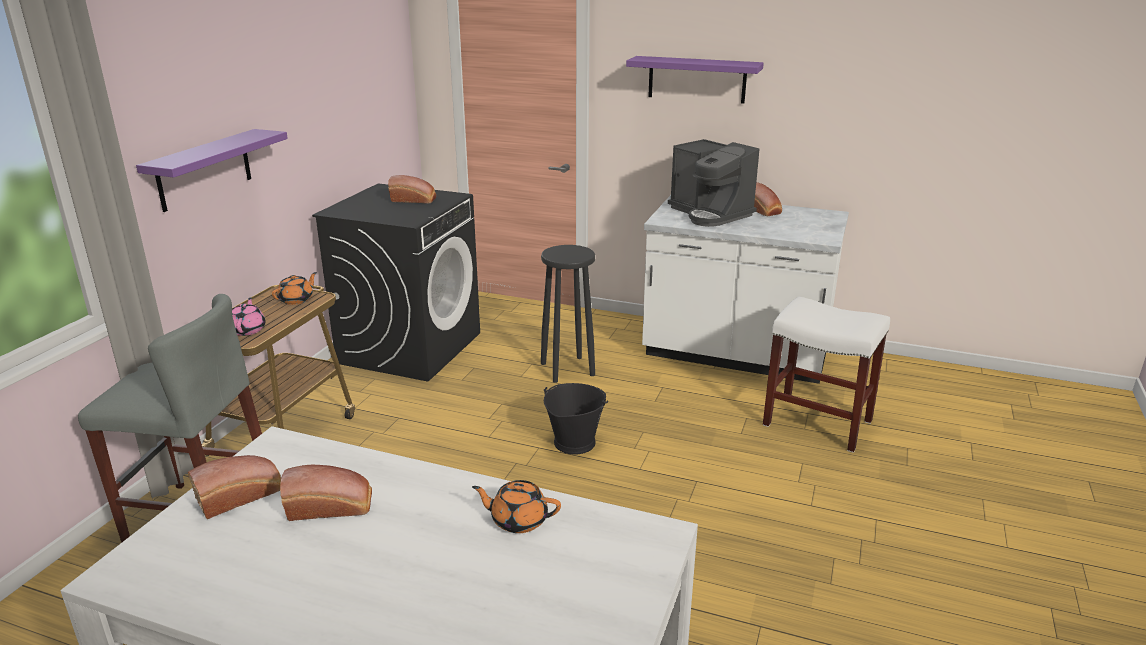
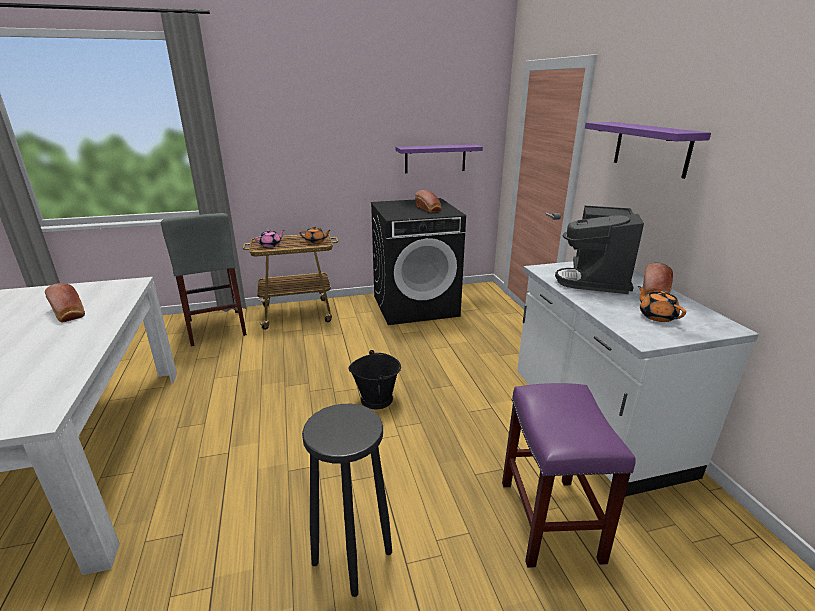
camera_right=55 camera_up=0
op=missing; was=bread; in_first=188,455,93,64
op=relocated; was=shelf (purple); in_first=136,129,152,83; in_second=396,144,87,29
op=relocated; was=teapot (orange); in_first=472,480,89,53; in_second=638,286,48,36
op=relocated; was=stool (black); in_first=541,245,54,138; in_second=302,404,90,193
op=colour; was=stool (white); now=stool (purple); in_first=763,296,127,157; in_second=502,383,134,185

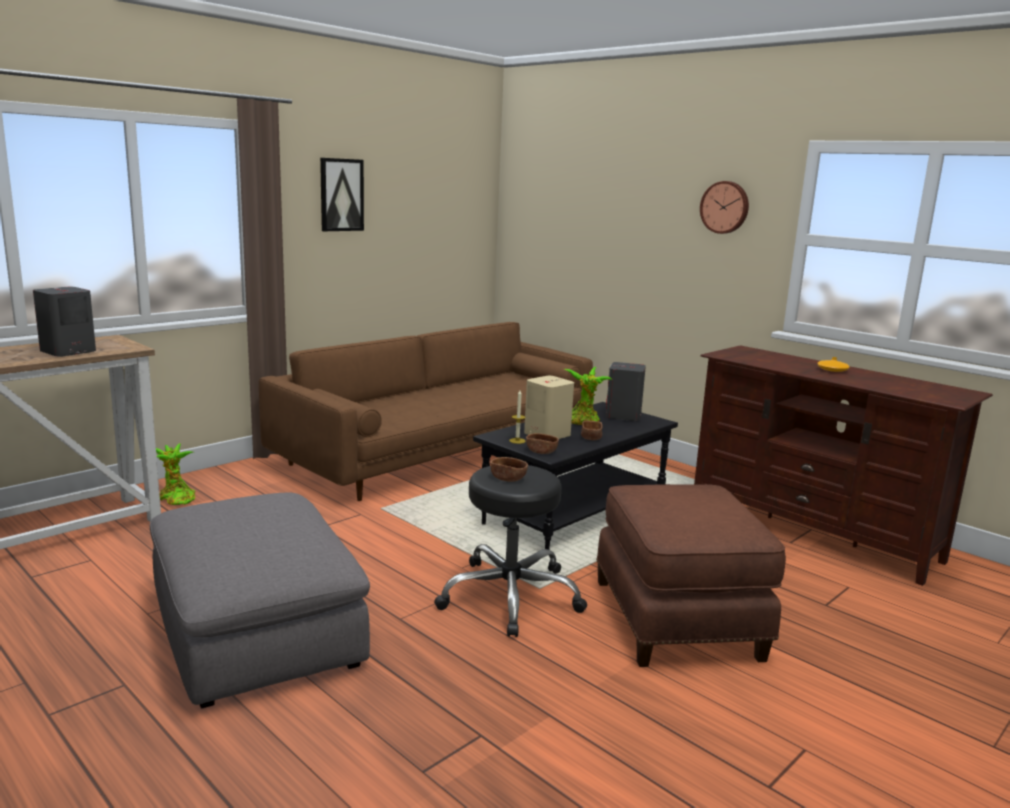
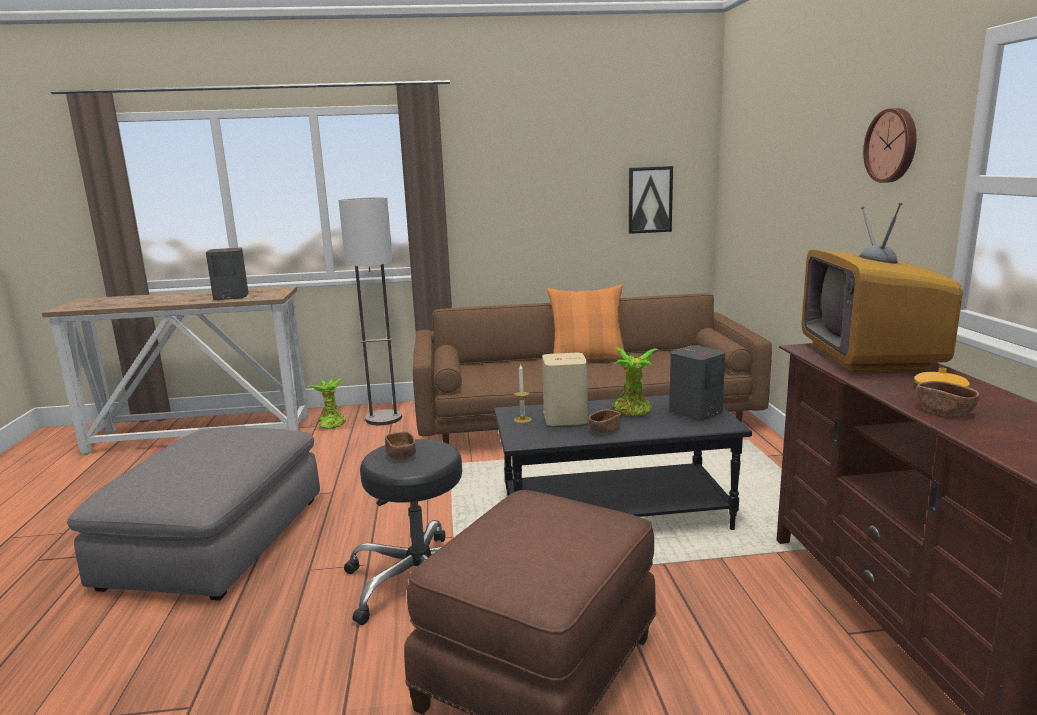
camera_right=40 camera_up=0
op=appeared; now=floor lamp; in_second=338,197,64,228
op=appeared; now=pillow (orange); in_second=547,285,77,75
op=appeared; now=television; in_second=802,202,160,170
op=relocated; was=picture; in_first=320,158,44,73; in_second=628,166,45,68
op=relocated; was=bowl (brown); in_first=526,433,33,21; in_second=917,381,62,35

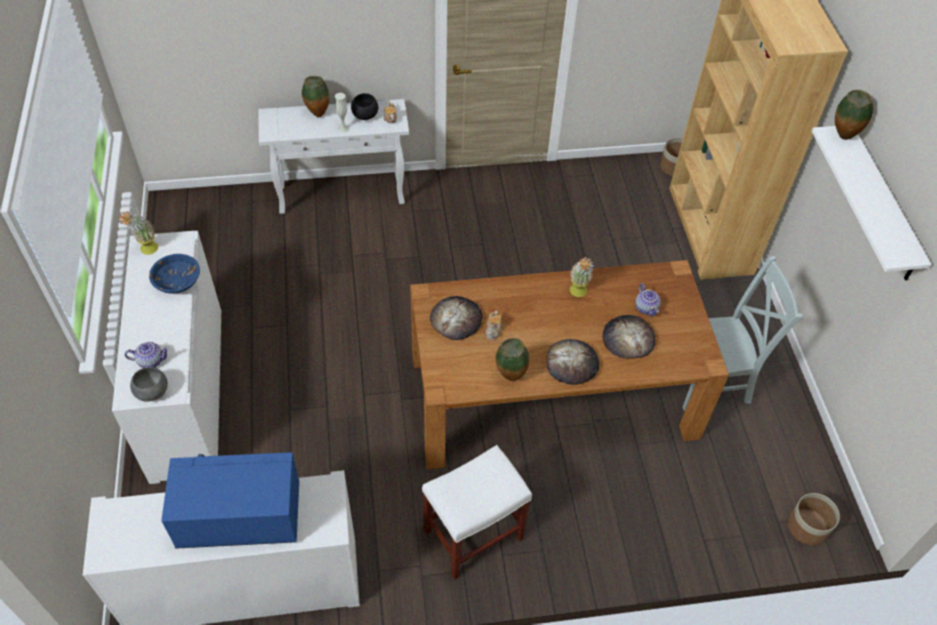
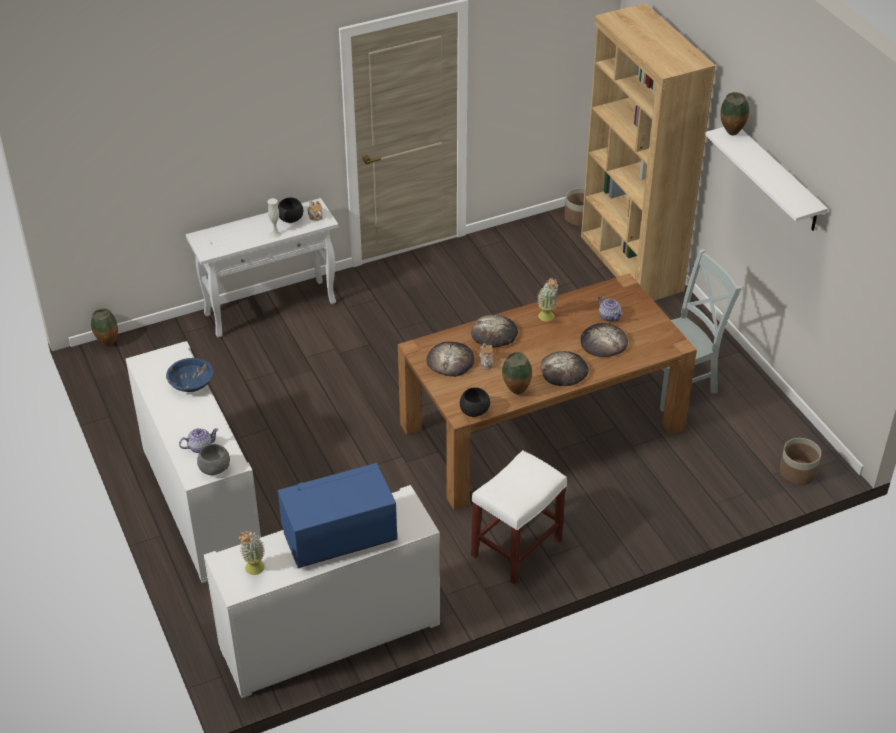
camera_right=-15 camera_up=-10
op=appeared; now=bowl (black); in_second=460,387,30,30
op=appeared; now=bread; in_second=471,314,47,33
op=relocated; was=potted plant; in_first=118,211,40,44; in_second=238,530,27,45
op=relocated; was=vase; in_first=302,76,27,41; in_second=91,308,27,39

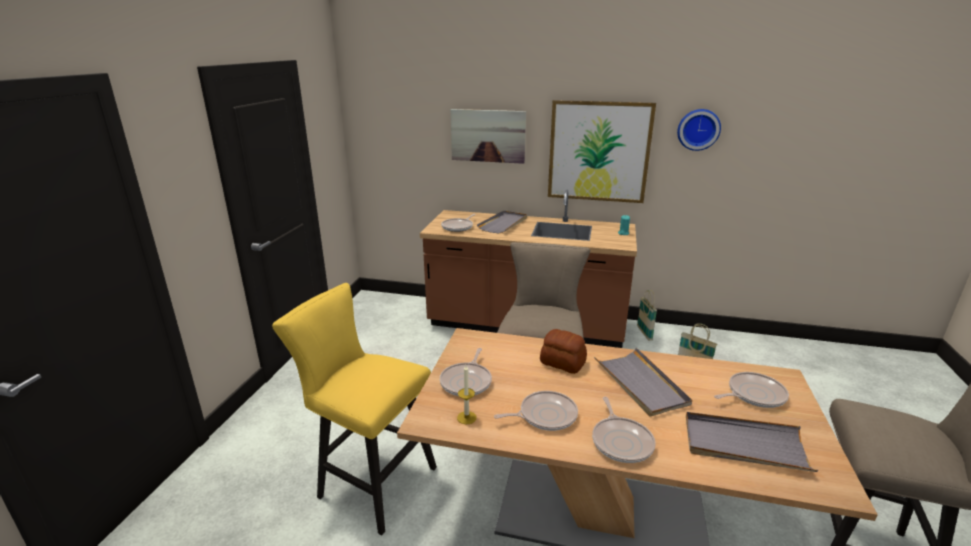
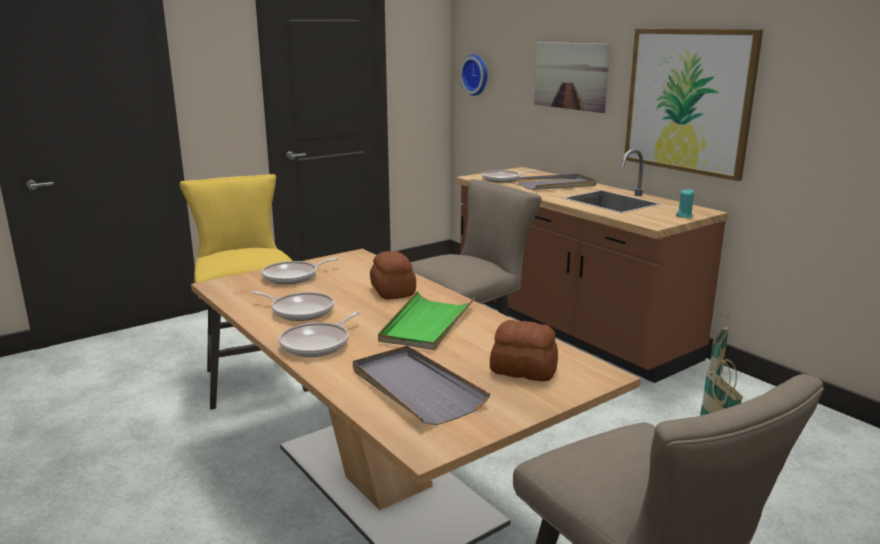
camera_right=40 camera_up=-5
op=missing; was=candle; in_first=457,365,20,59
op=relocated; was=wall clock; in_first=677,109,44,42; in_second=460,54,27,42
op=exchanged; was=frying pan; now=bread; in_first=714,372,75,36; in_second=490,320,68,62
op=colour; was=tray (grey); now=tray (green); in_first=594,348,98,69; in_second=378,291,96,59

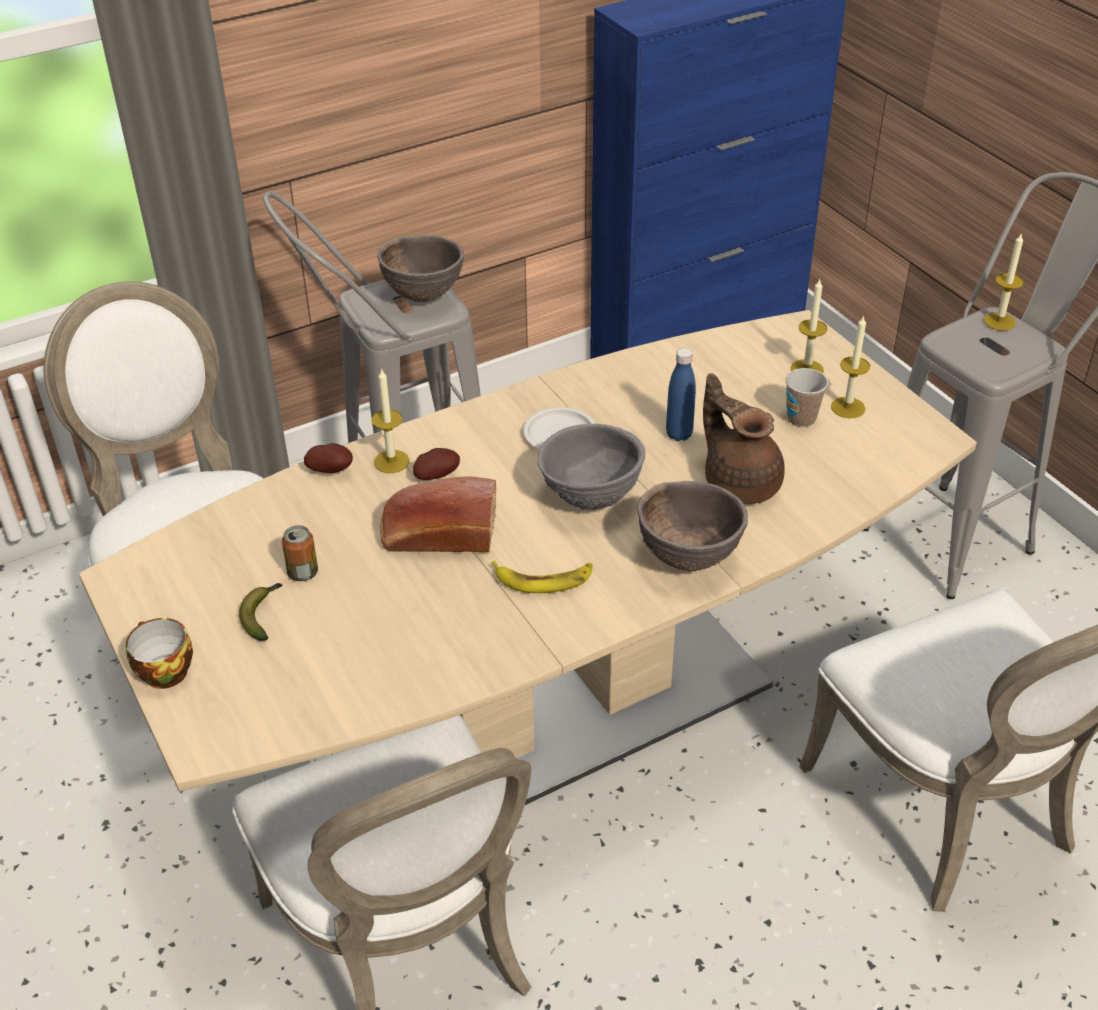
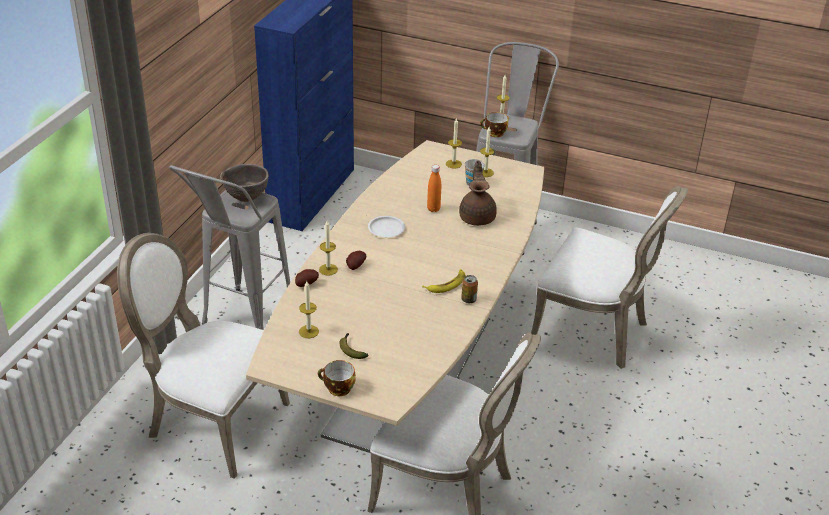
camera_right=-40 camera_up=-5
op=missing; was=bread; in_first=380,476,116,76
op=missing; was=bowl (grey); in_first=538,424,107,86
op=missing; was=bowl (brown); in_first=638,481,110,90
op=appeared; now=candle; in_second=299,281,20,57
op=appeared; now=cup; in_second=480,112,28,25
op=relocated; was=can; in_first=282,525,36,56; in_second=461,275,17,28
op=colour; was=bottle (blue); now=bottle (orange); in_first=666,348,30,93; in_second=427,165,14,47
op=spun; was=teapot (brown); in_first=703,373,82,131; in_second=459,160,38,66; clockwise=75

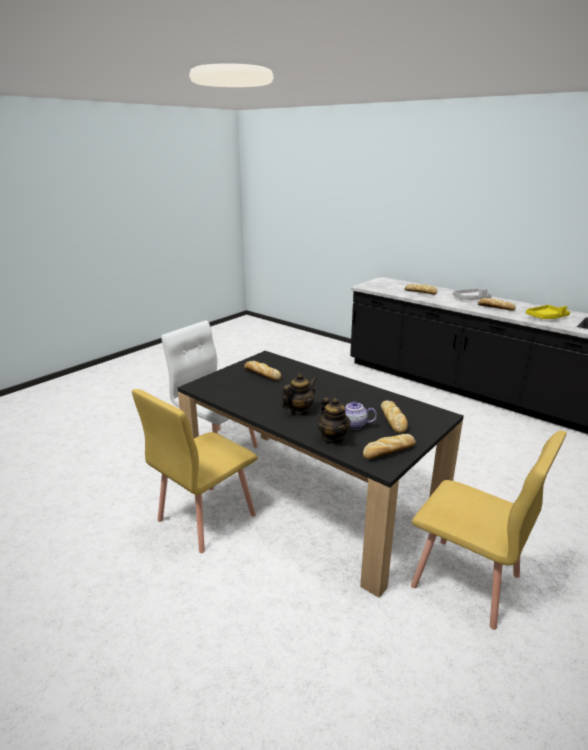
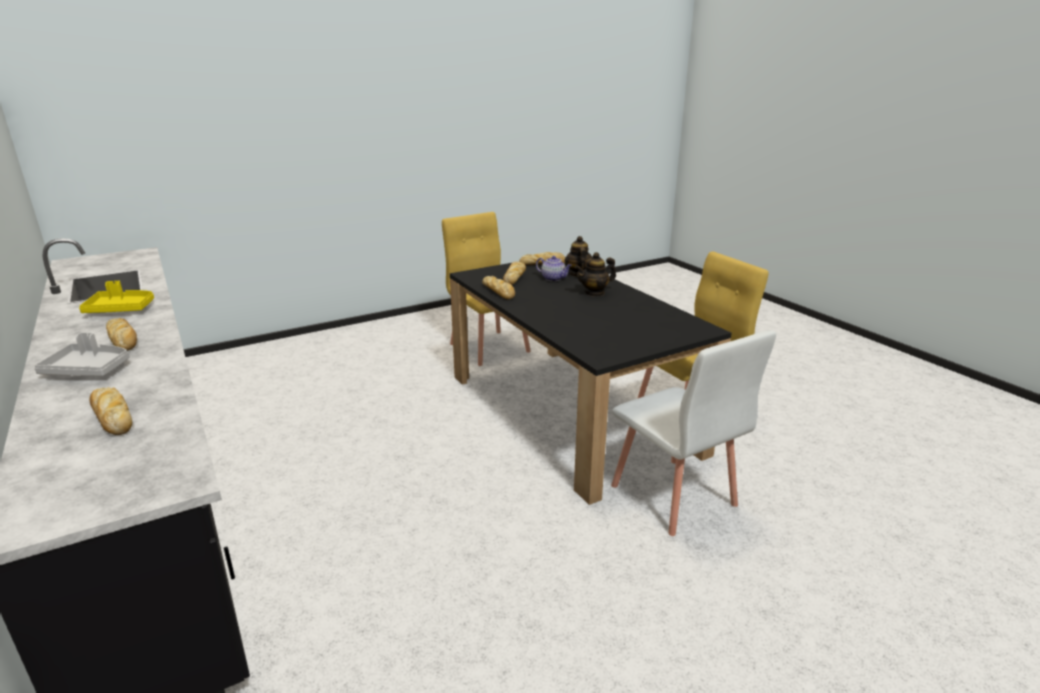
camera_right=-160 camera_up=0
op=relocated; was=bread; in_first=244,361,37,20; in_second=482,276,33,24

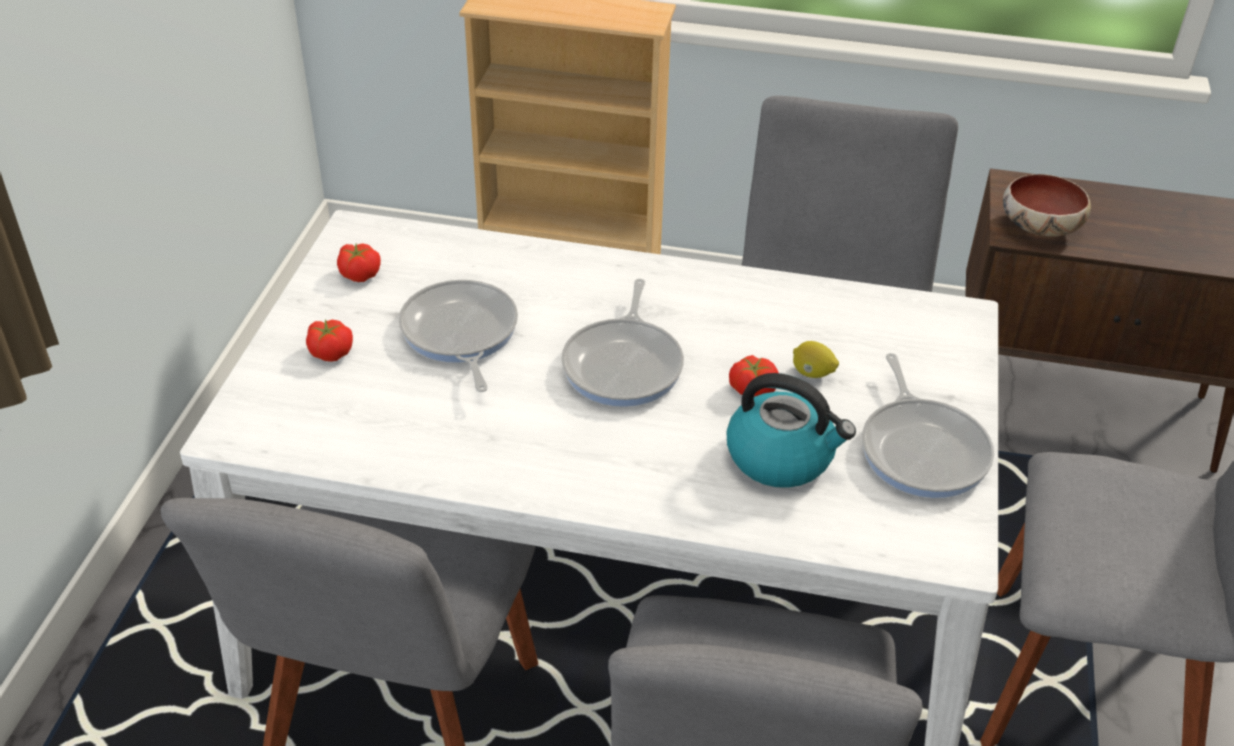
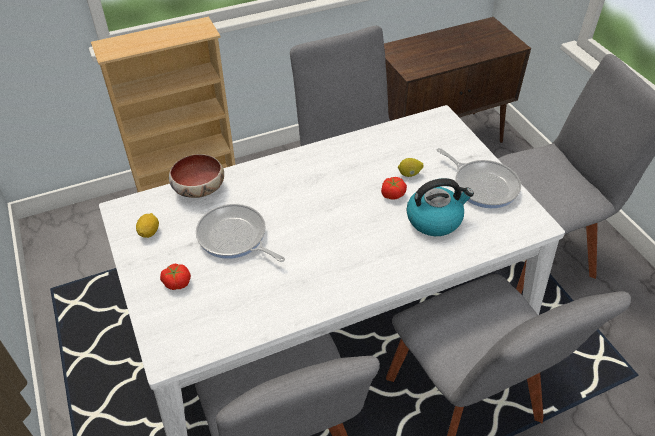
camera_right=-35 camera_up=5
op=missing; was=frying pan; in_first=561,279,123,128
op=relocated; was=bowl; in_first=1003,174,88,63; in_second=169,154,55,44
op=exchanged; was=tomato; now=lemon; in_first=337,243,44,39; in_second=136,213,23,25

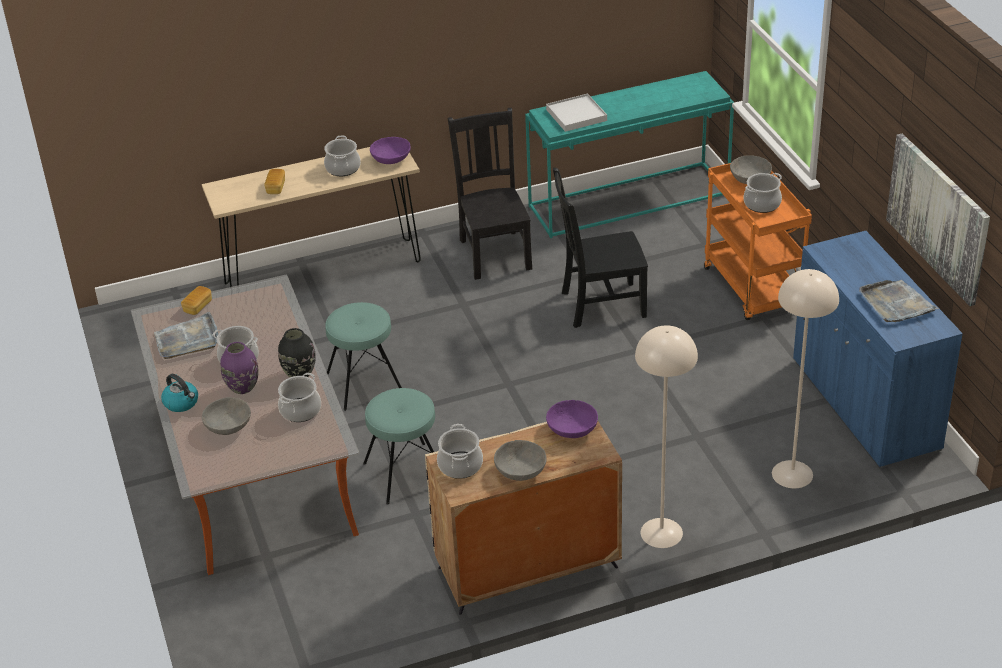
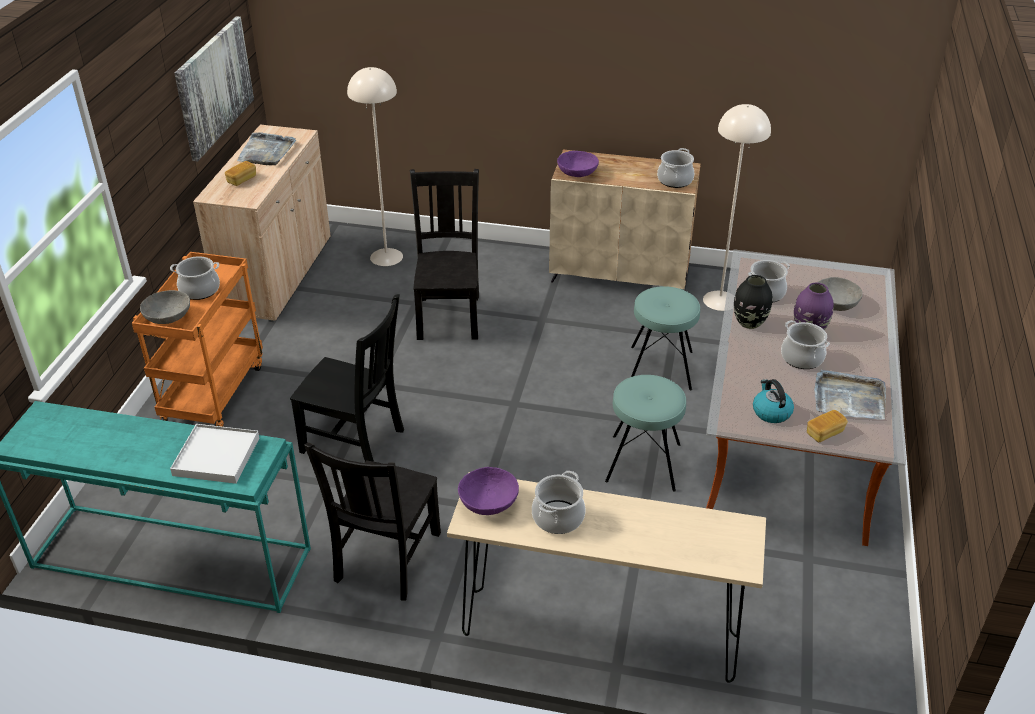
camera_right=-150 camera_up=0
op=missing; was=bowl (grey); in_first=494,440,53,41
op=appeared; now=chair (black); in_second=410,169,69,171
op=relocated; was=kettle; in_first=161,374,37,38; in_second=753,379,41,44
op=relocated; was=bread; in_first=264,169,21,25; in_second=225,161,31,25
op=relocated; was=floor lamp (beige); in_first=635,325,63,223; in_second=703,104,68,207
op=colour; was=cabinet (blue); now=cabinet (beige); in_first=793,231,170,237; in_second=193,125,138,197

